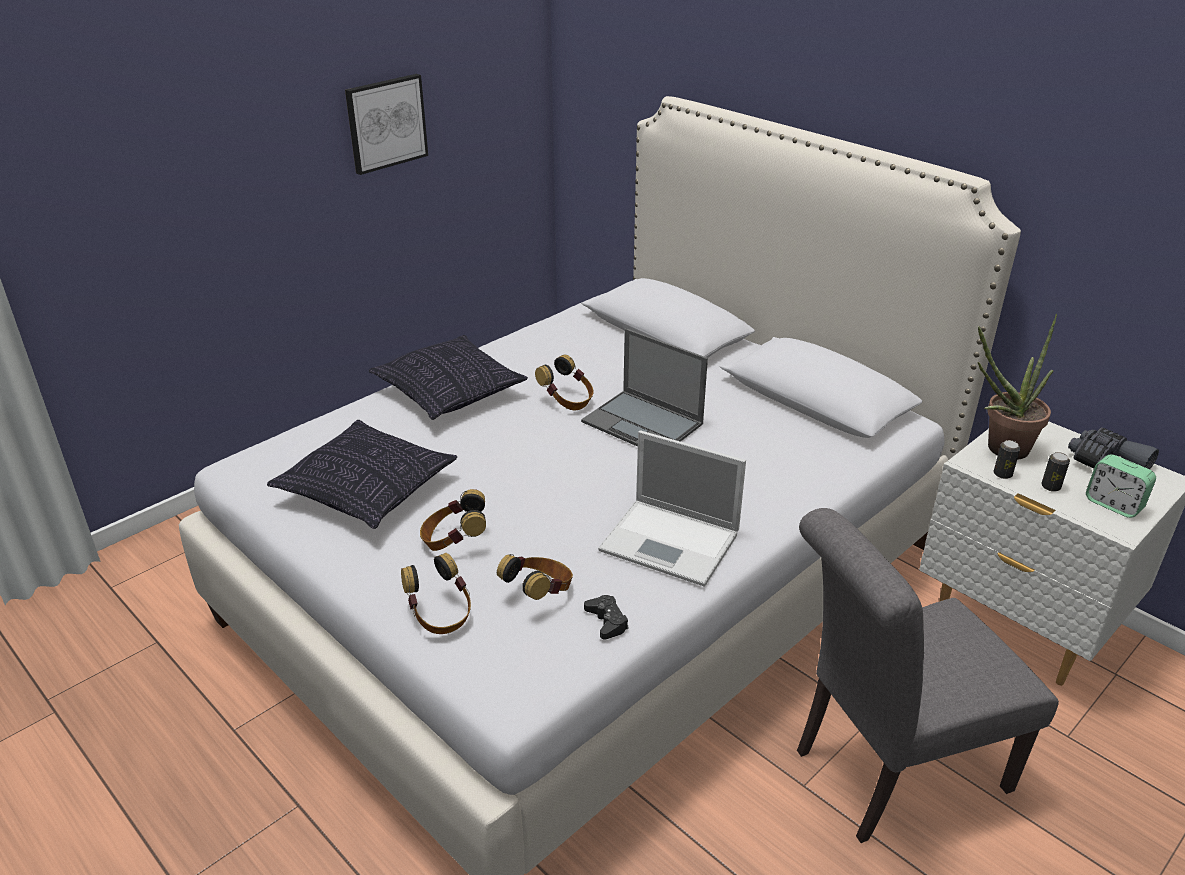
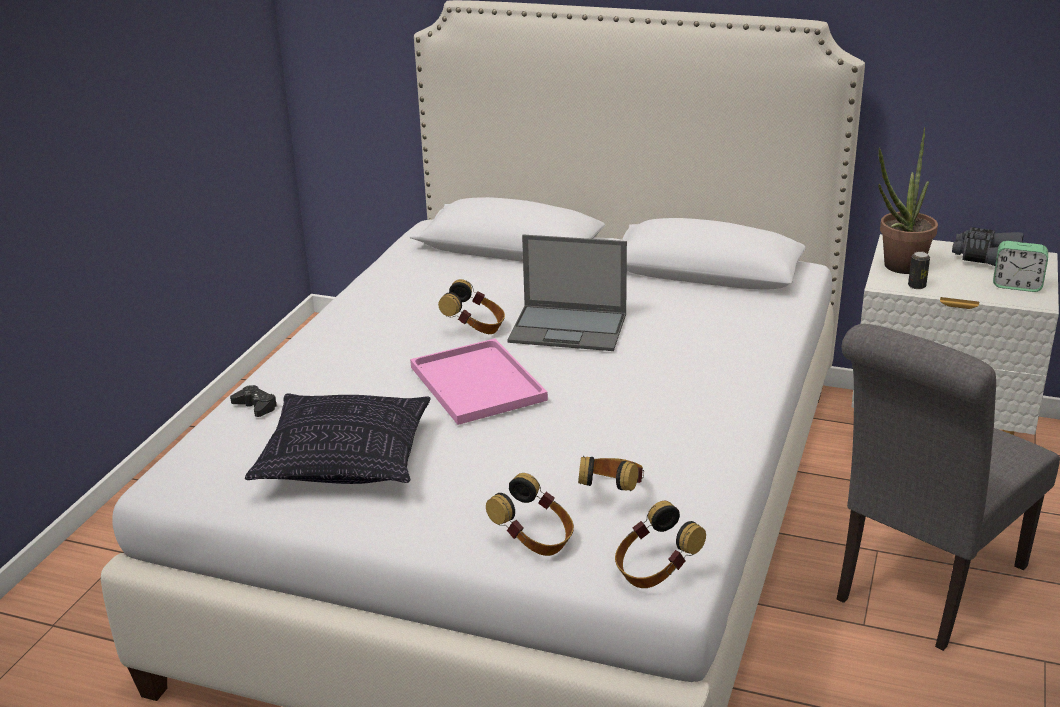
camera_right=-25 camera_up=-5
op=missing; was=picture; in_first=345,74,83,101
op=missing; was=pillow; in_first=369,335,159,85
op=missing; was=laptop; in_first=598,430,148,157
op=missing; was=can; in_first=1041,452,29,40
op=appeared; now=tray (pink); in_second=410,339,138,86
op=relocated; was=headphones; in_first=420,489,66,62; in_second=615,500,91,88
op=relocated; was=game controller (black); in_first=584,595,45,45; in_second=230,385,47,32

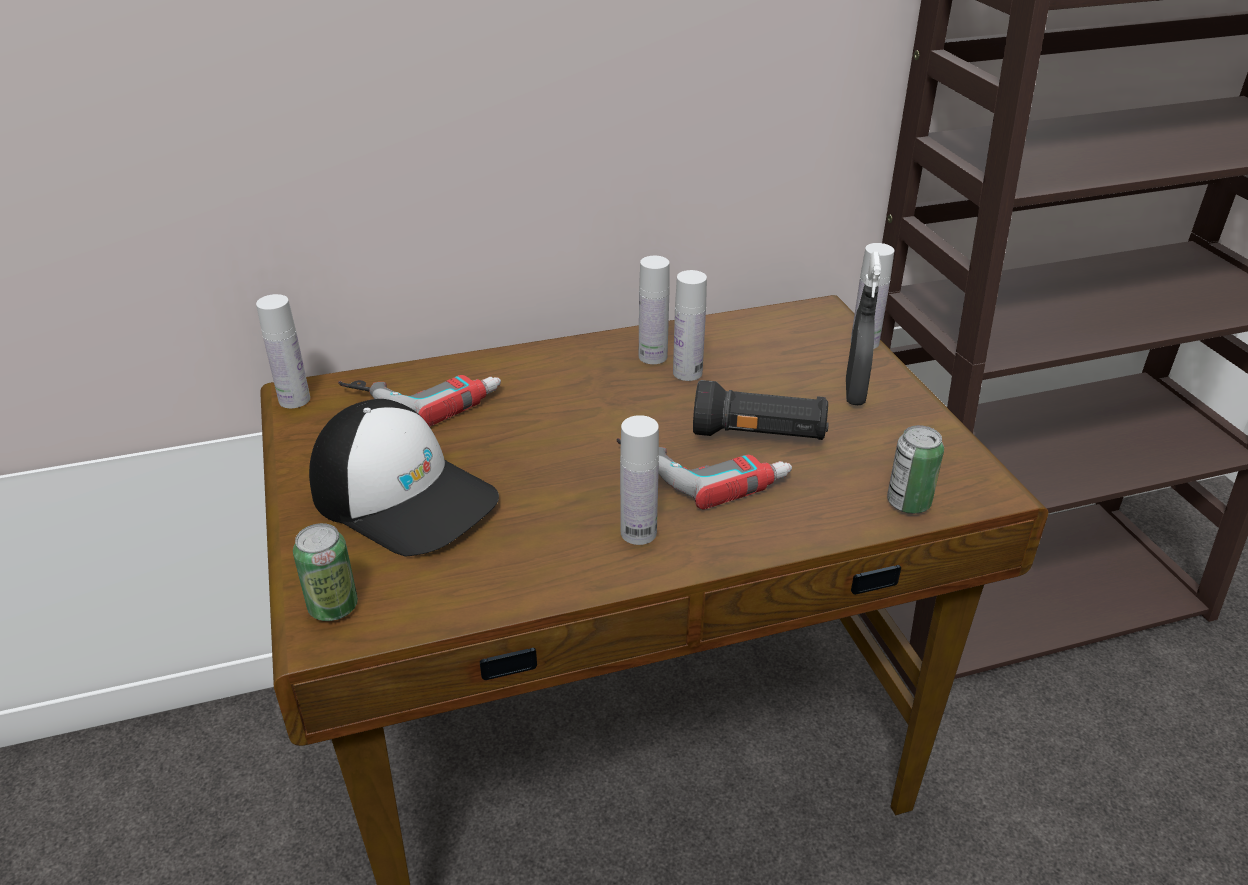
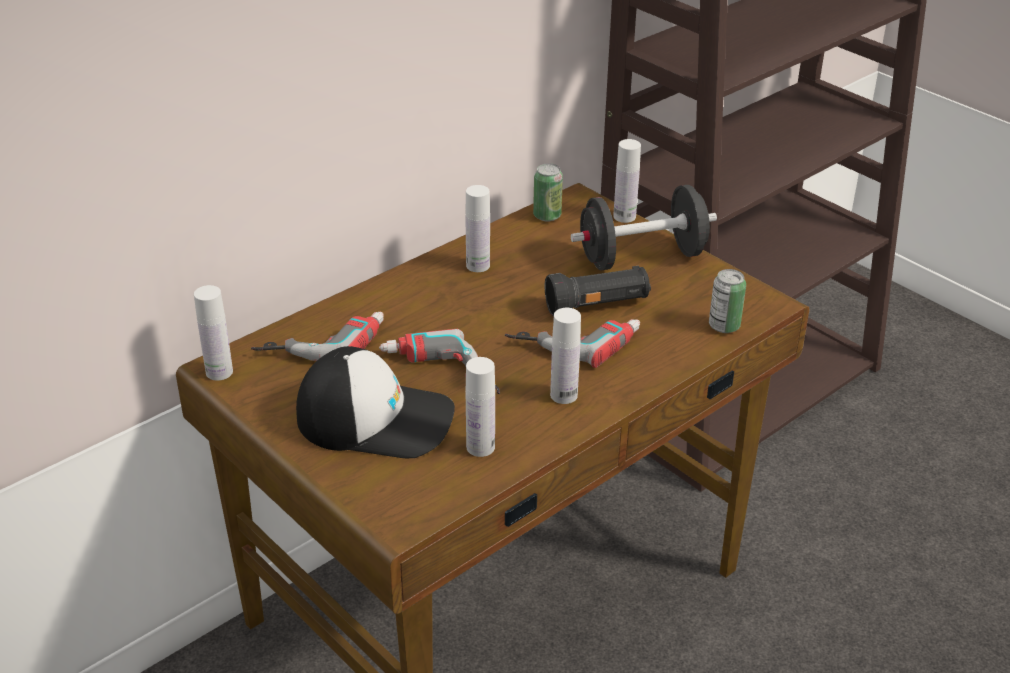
camera_right=-25 camera_up=0
op=appeared; now=power drill; in_second=379,329,121,65
op=relocated; was=can; in_first=293,523,65,98; in_second=533,163,30,58
op=relocated; was=bottle (white); in_first=673,270,34,111; in_second=466,357,29,100
op=exchanged; was=spray bottle (grey); now=dumbbell (black); in_first=846,252,36,153; in_second=571,185,146,85

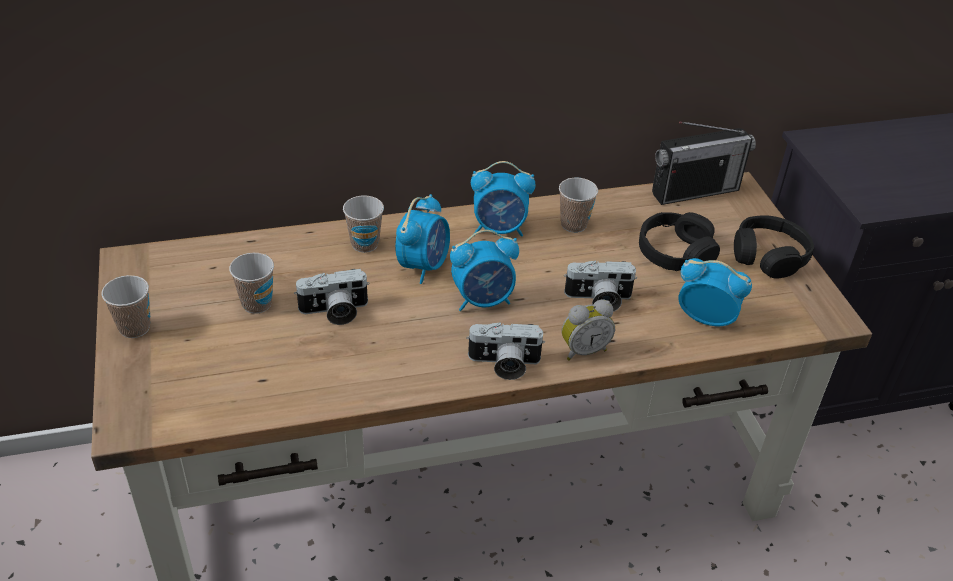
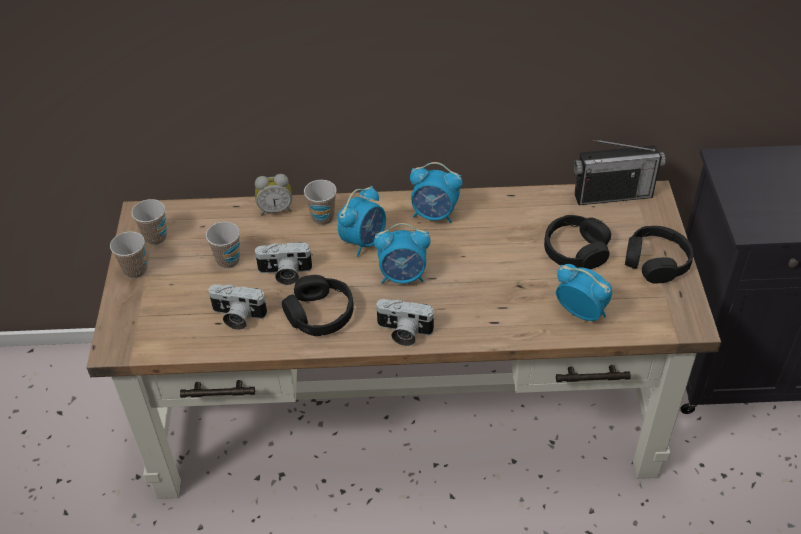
camera_right=15 camera_up=5
op=appeared; now=headphones (black); in_second=282,275,72,61
op=relocated; was=cup; in_first=559,178,39,55; in_second=131,199,36,46
op=relocated; was=alarm clock; in_first=562,299,53,62; in_second=255,174,37,42
op=relocated; was=photo camera; in_first=564,260,73,52; in_second=208,284,59,46

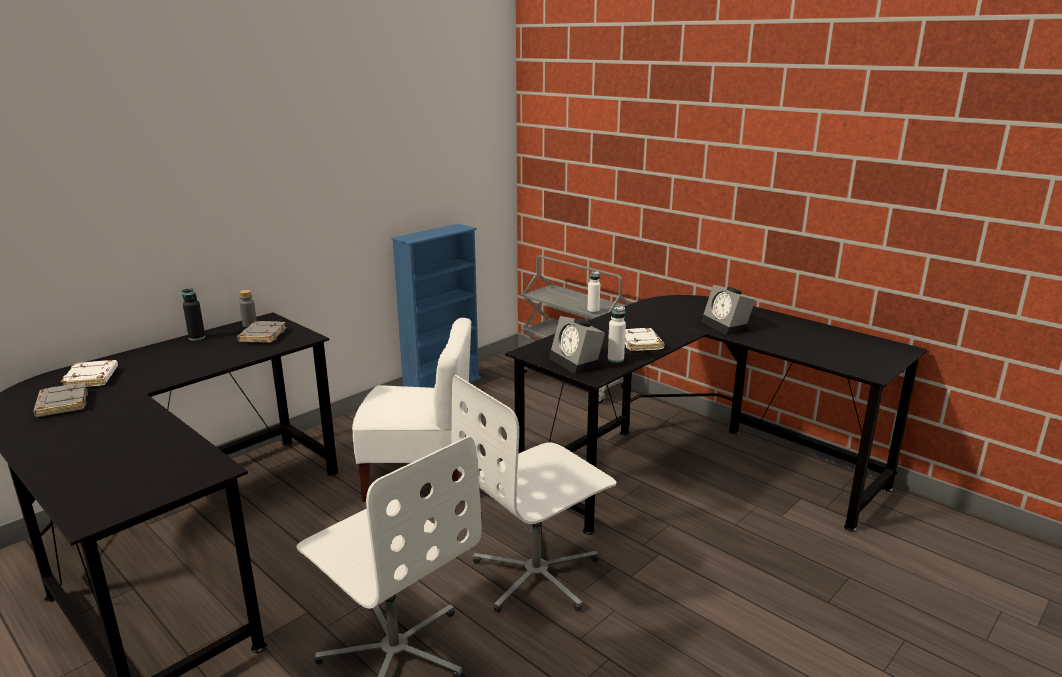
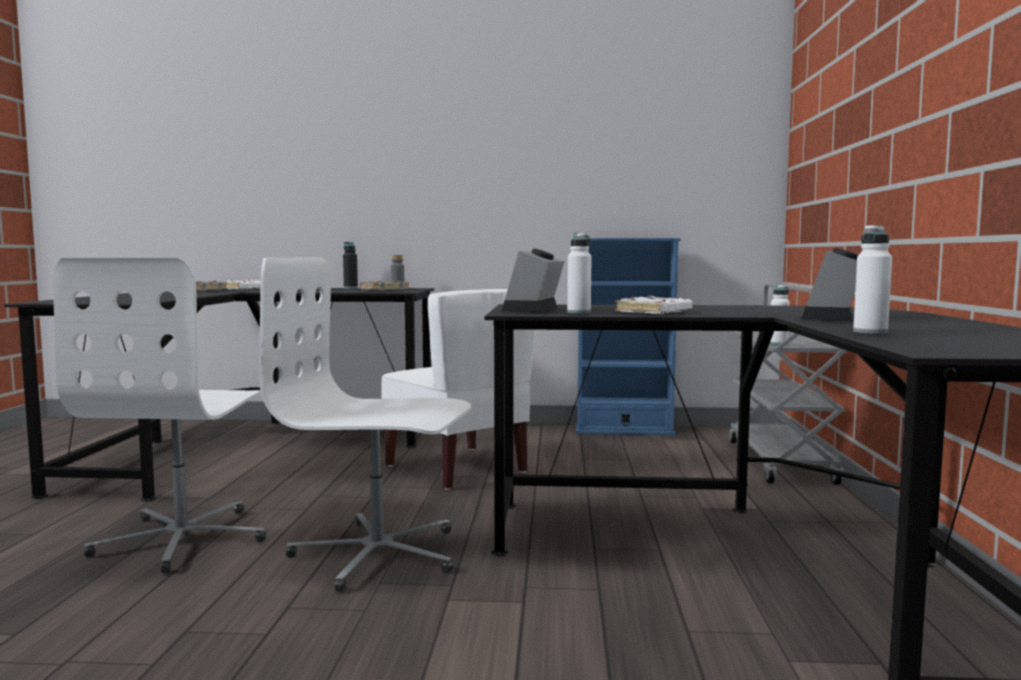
camera_right=50 camera_up=-15
op=appeared; now=bottle (white); in_second=853,225,39,109

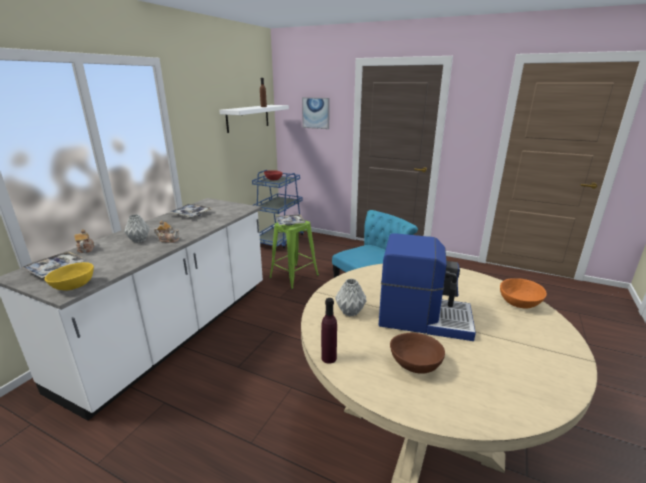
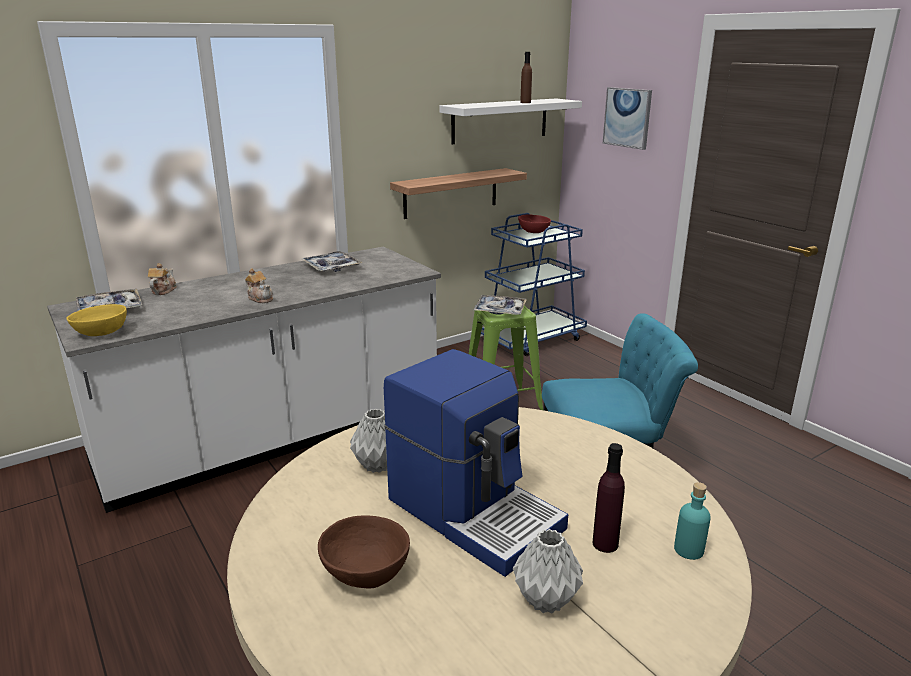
camera_right=30 camera_up=0
op=appeared; now=shelf; in_second=390,168,137,51
op=relocated; was=vase (grey); in_first=124,214,26,29; in_second=513,529,70,84
op=relocated; was=bottle (purple); in_first=321,298,16,66; in_second=593,443,32,110
op=exchanged; was=bowl (orange); now=bottle (turquoise); in_first=500,278,47,30; in_second=674,482,37,78

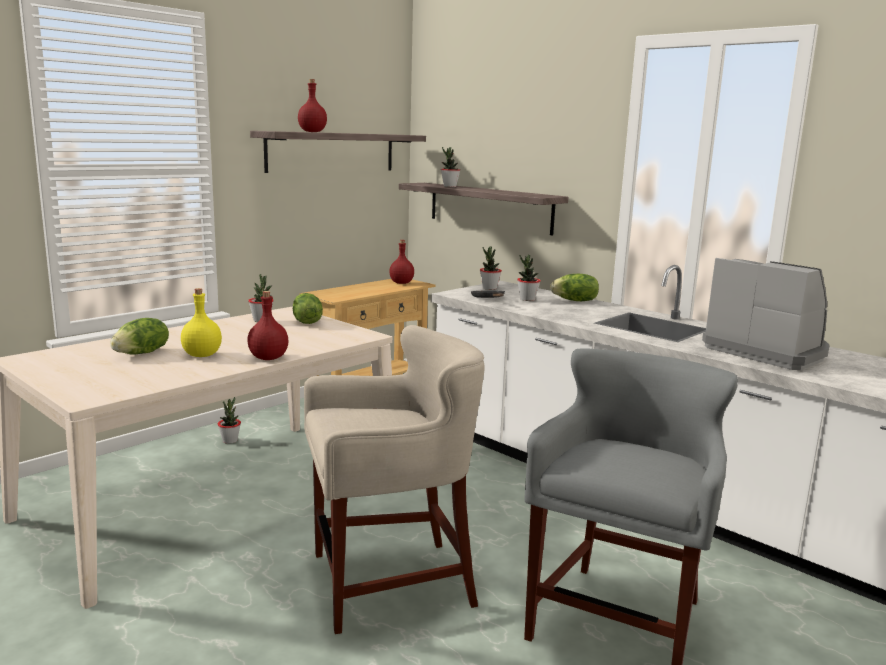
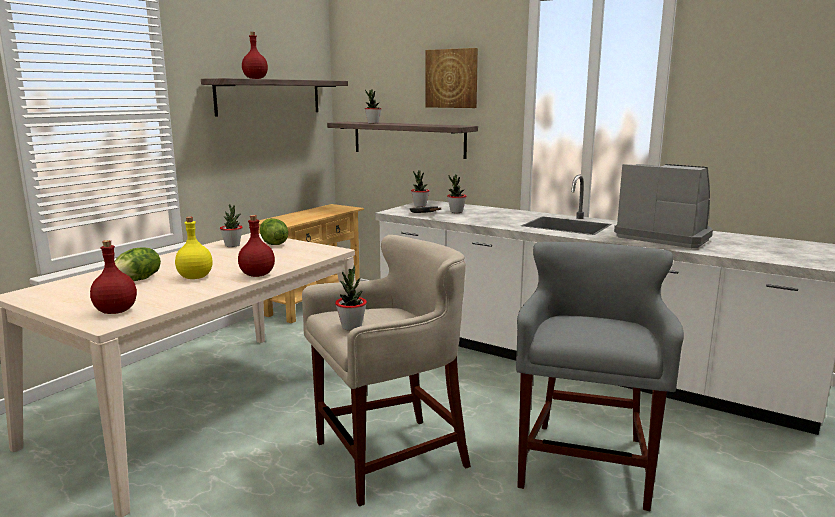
camera_right=-10 camera_up=0
op=missing; was=lettuce; in_first=550,274,49,27
op=appeared; now=picture; in_second=426,48,52,60
op=relocated; was=potted plant; in_first=218,397,23,47; in_second=335,265,32,66
op=relocated; was=bottle (red); in_first=389,240,25,44; in_second=90,240,47,74

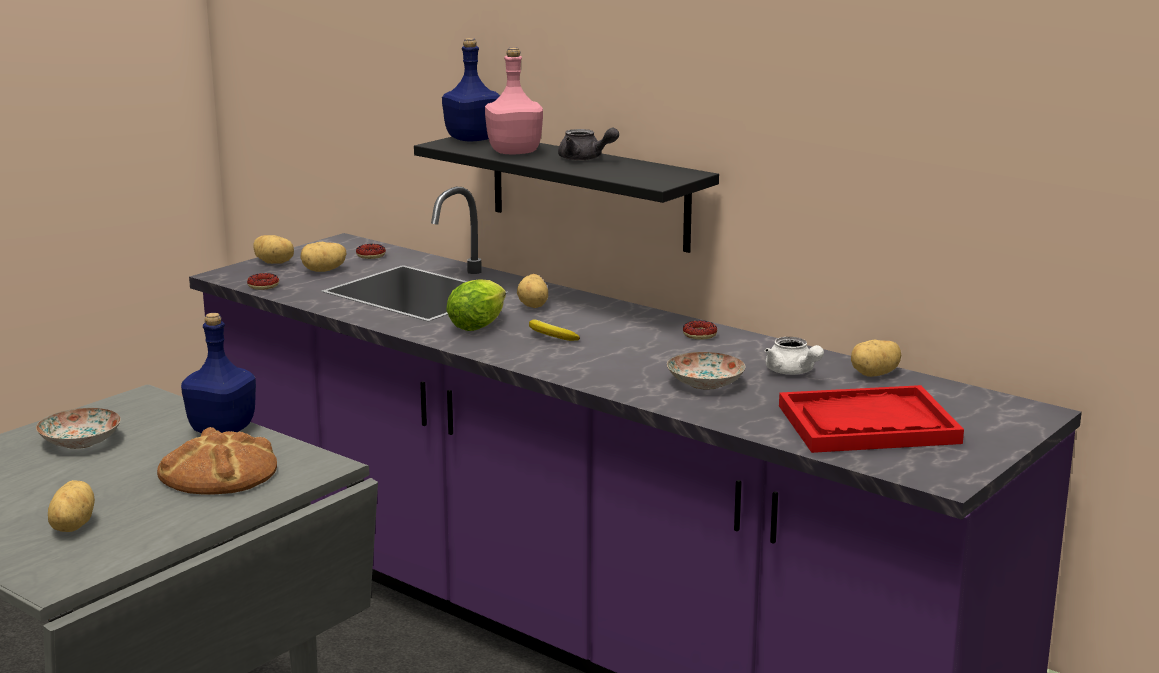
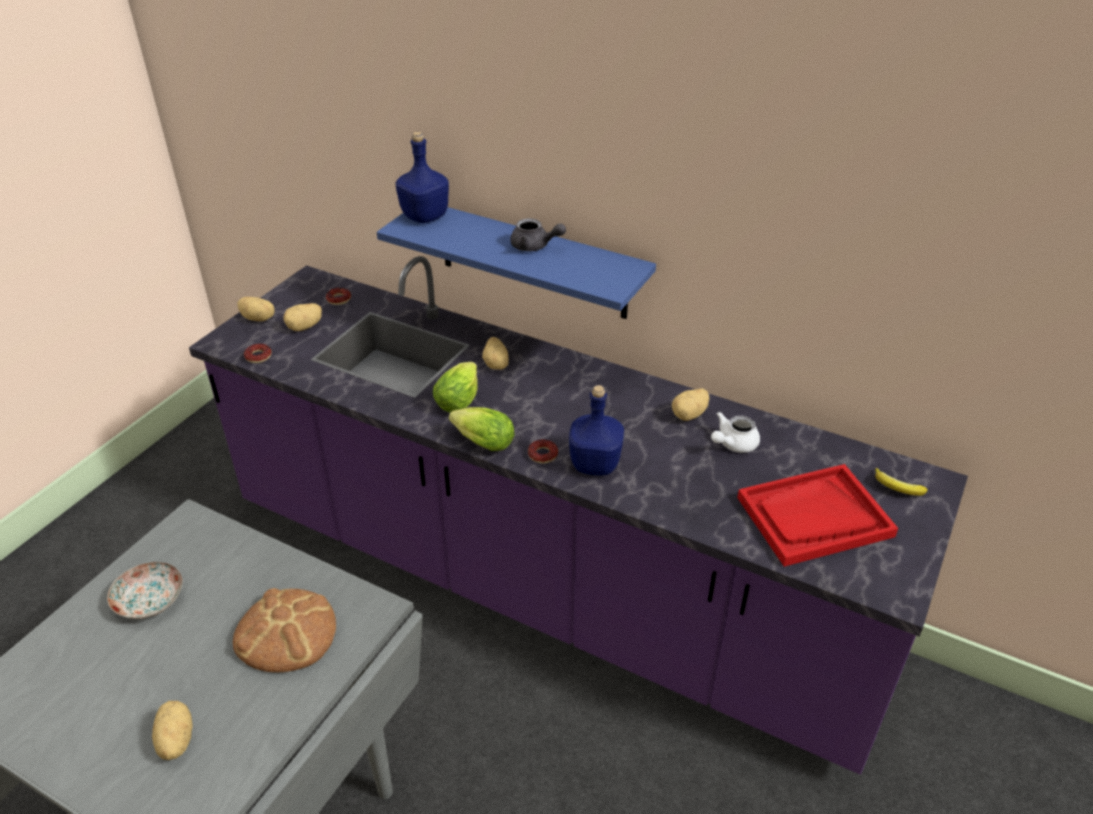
camera_right=-10 camera_up=20
op=missing; was=bottle (pink); in_first=485,47,58,107
op=missing; was=plate; in_first=667,352,78,38
op=appeared; now=lettuce; in_second=449,407,66,44
op=relocated; was=bottle (blue); in_first=181,313,75,120; in_second=569,385,55,91
op=relocated; was=banana; in_first=529,320,51,21; in_second=875,468,53,28
op=relocated; was=donut; in_first=683,321,34,19; in_second=528,439,30,24
op=relocated; was=potato; in_first=851,340,50,37; in_second=672,389,37,32
op=colour; was=shelf (black); now=shelf (blue); in_first=414,137,305,116; in_second=377,207,279,112
op=spun; was=teapot (white); in_first=765,337,59,38; in_second=711,412,49,41; clockwise=90

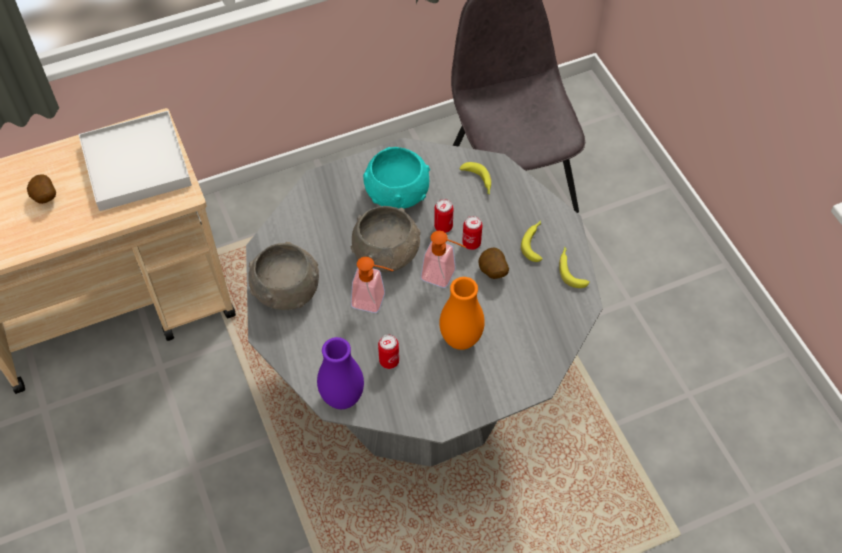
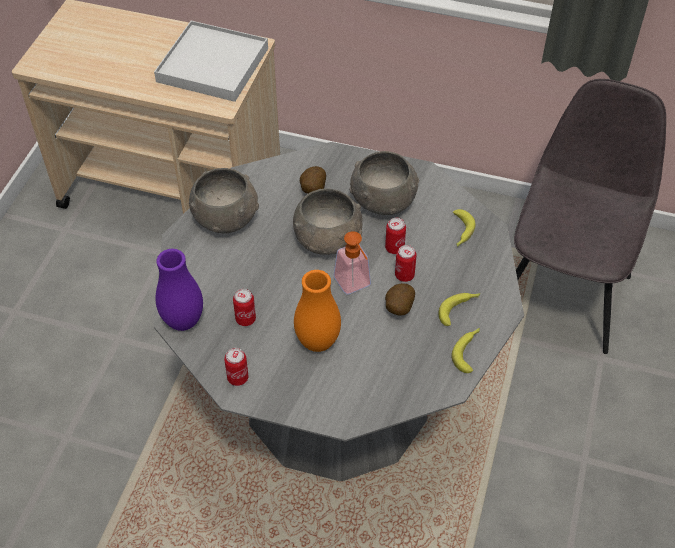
camera_right=40 camera_up=-5
op=missing; was=soap dispenser; in_first=351,257,43,56
op=appeared; now=can; in_second=224,348,24,38
op=relocated; was=potato; in_first=27,174,29,30; in_second=300,166,26,28
op=colour; was=bowl (turquoise); now=bowl (grey); in_first=363,147,67,62; in_second=349,151,70,64

